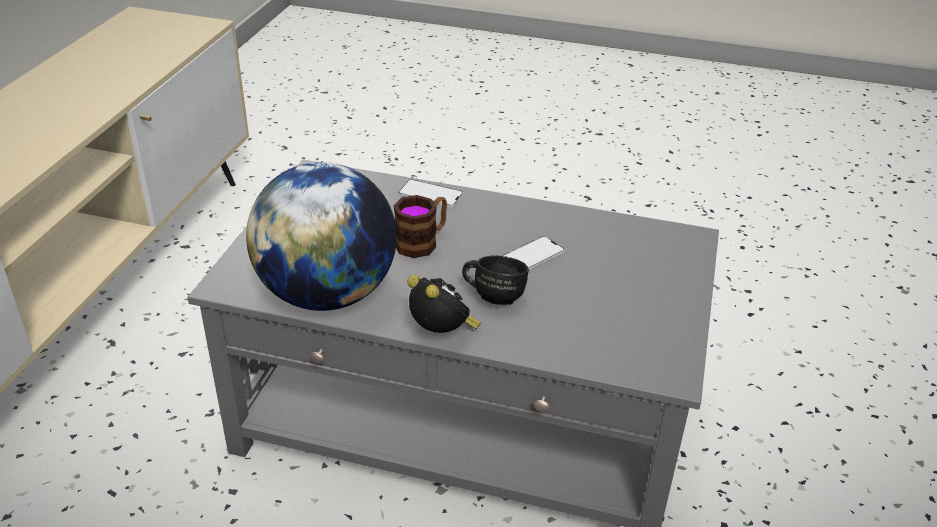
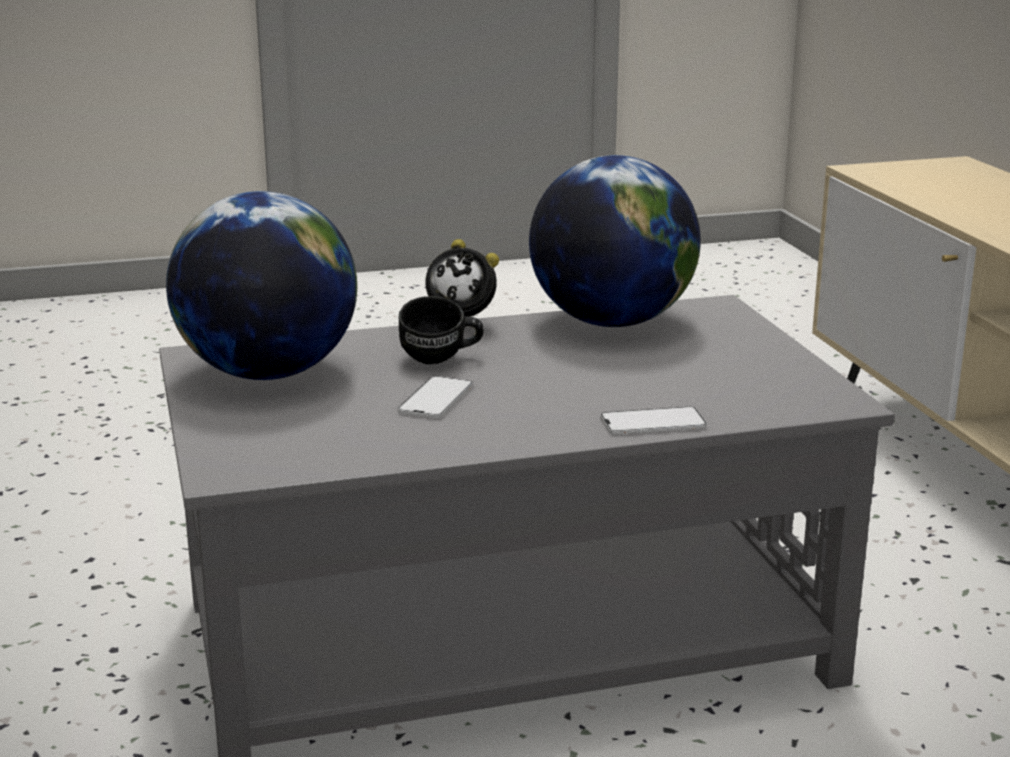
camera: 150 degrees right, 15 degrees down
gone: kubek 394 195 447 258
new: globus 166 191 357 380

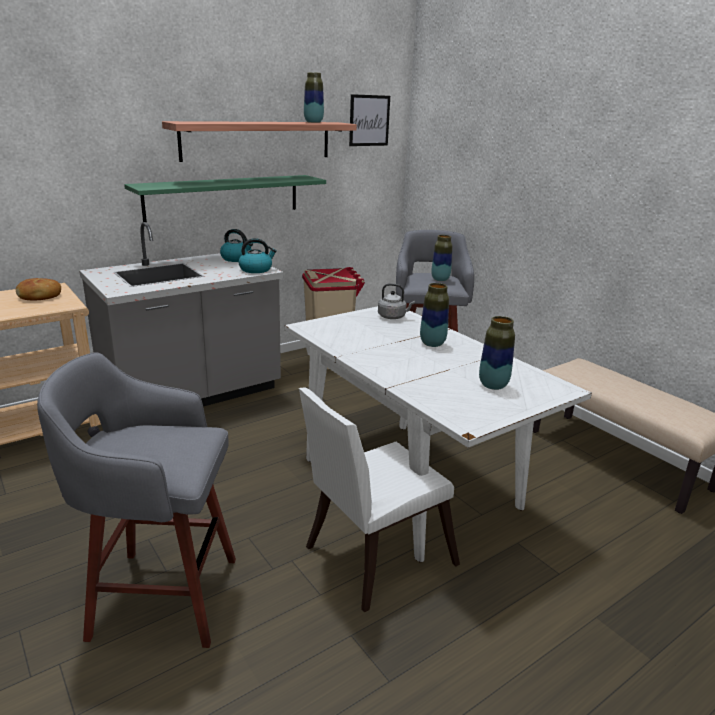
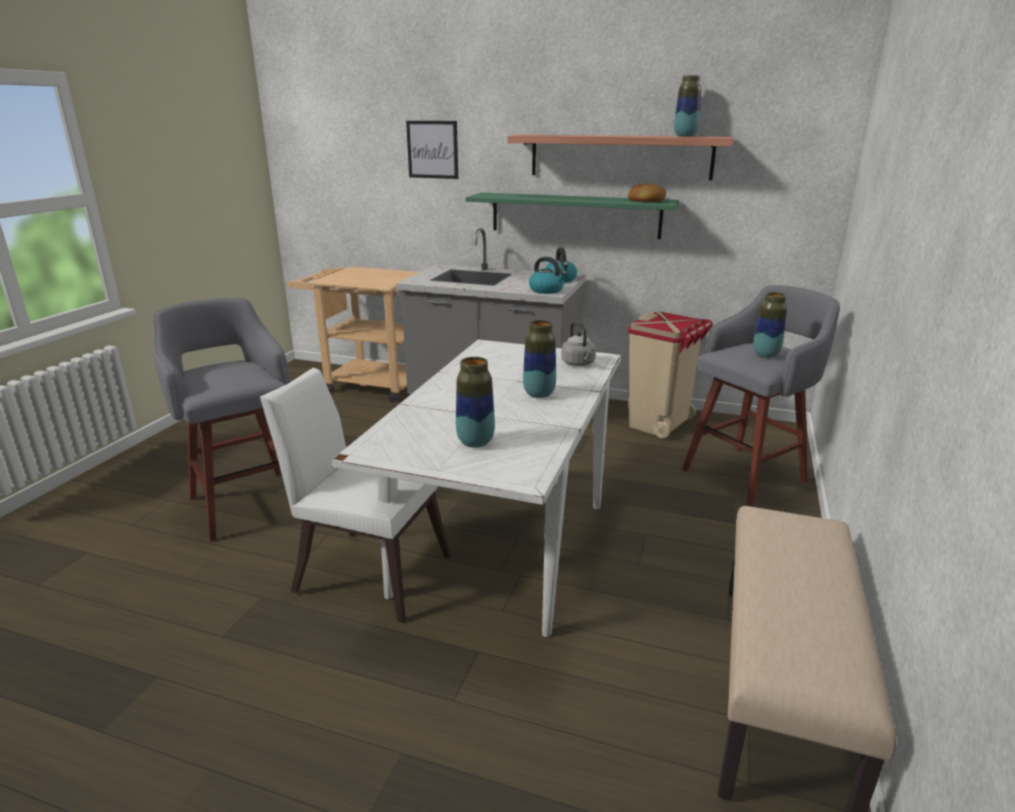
camera: 55 degrees right, 0 degrees up
shifted: chleb 16 278 61 301 to 628 184 667 202; obraz 349 94 390 146 to 406 121 458 179

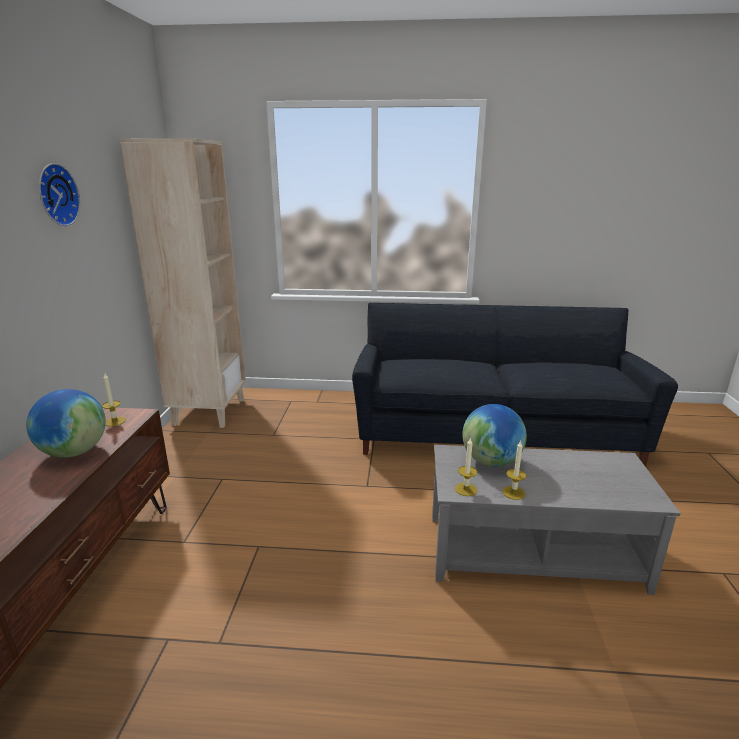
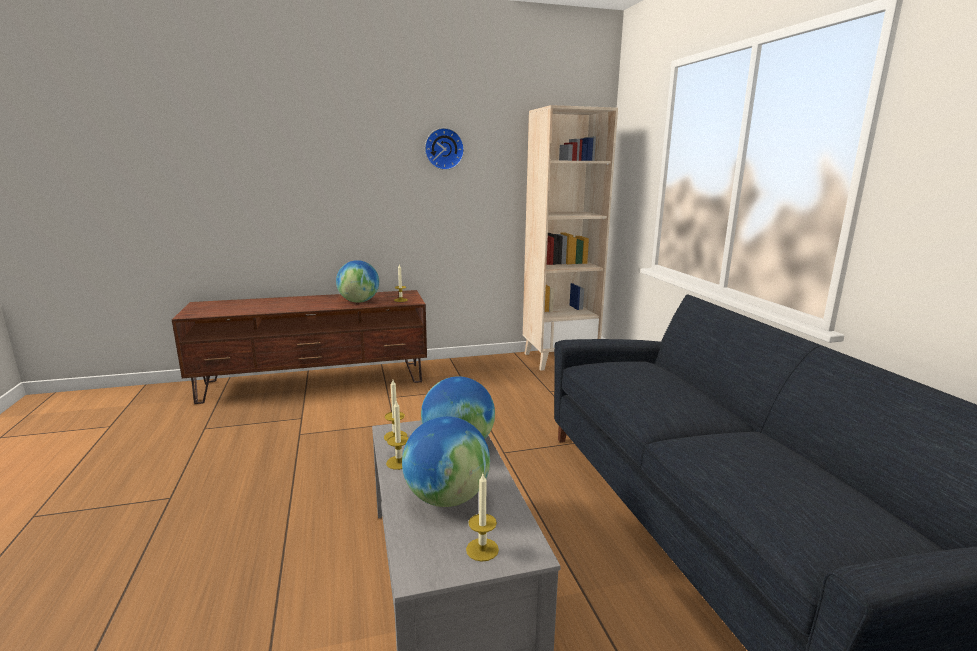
camera: 70 degrees right, 5 degrees down
new: globus 402 416 490 507; świeca 466 474 499 561

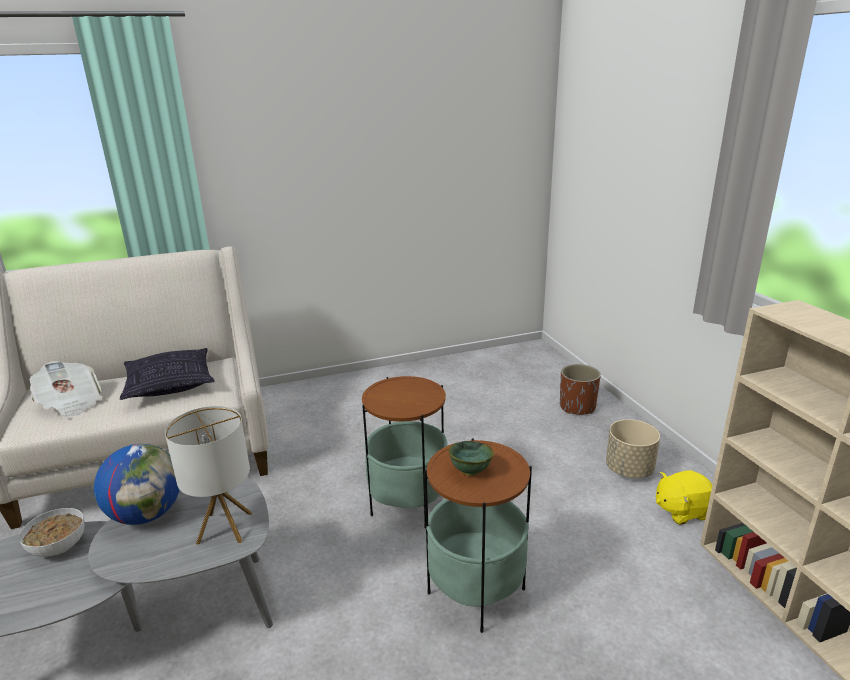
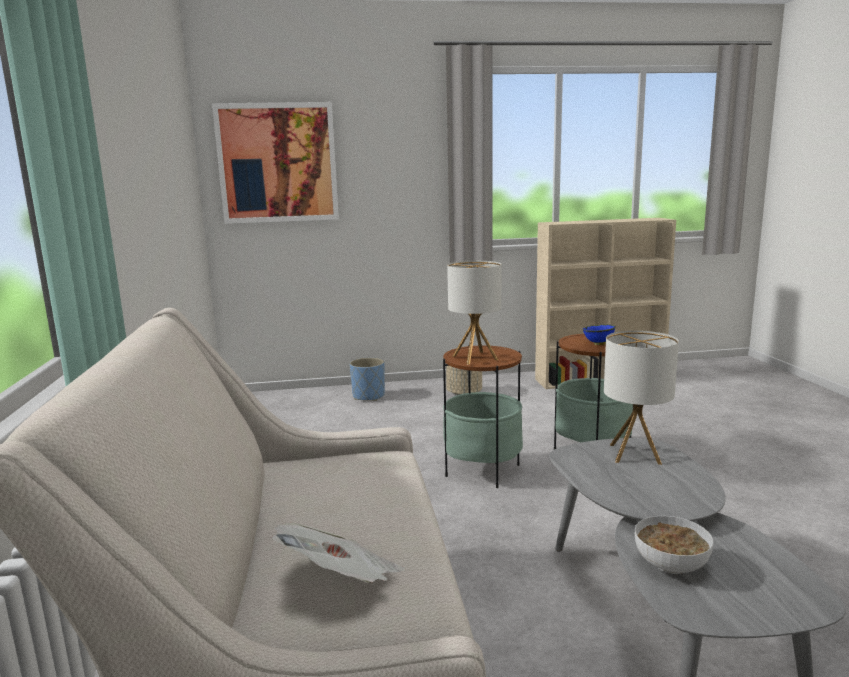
camera: 80 degrees left, 10 degrees down
gone: globus 94 444 180 525; poduszka 120 348 215 400; pluszak (żółty) 656 470 713 525
new: obraz 212 102 339 224; lampa stołowa 447 261 501 365
repainted: miska (zielony) 449 441 494 476 to miska (niebieski) 582 324 616 345; donica (brązowy) 560 364 601 415 to donica (niebieski) 350 358 385 401

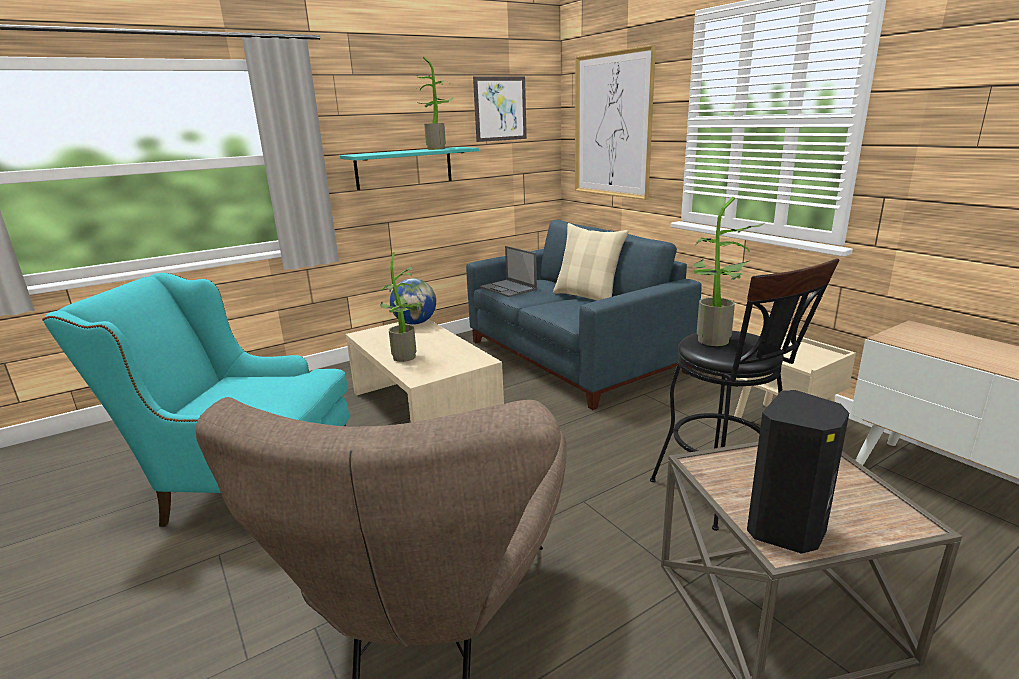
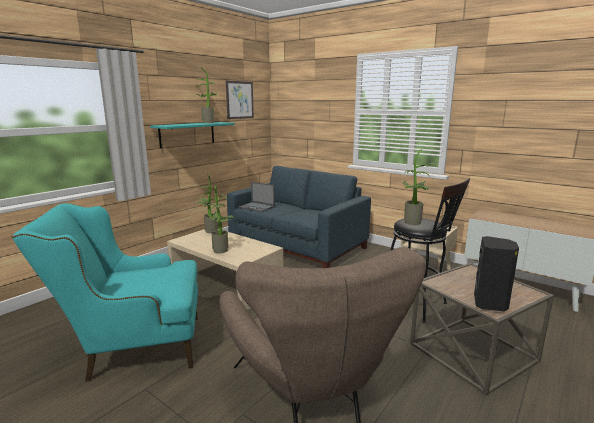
camera: 20 degrees left, 5 degrees down
gone: poduszka (beżowy) 553 223 629 301; obraz 575 45 656 200
swapped: globus 390 278 436 325 to roślina doniczkowa 198 175 218 233

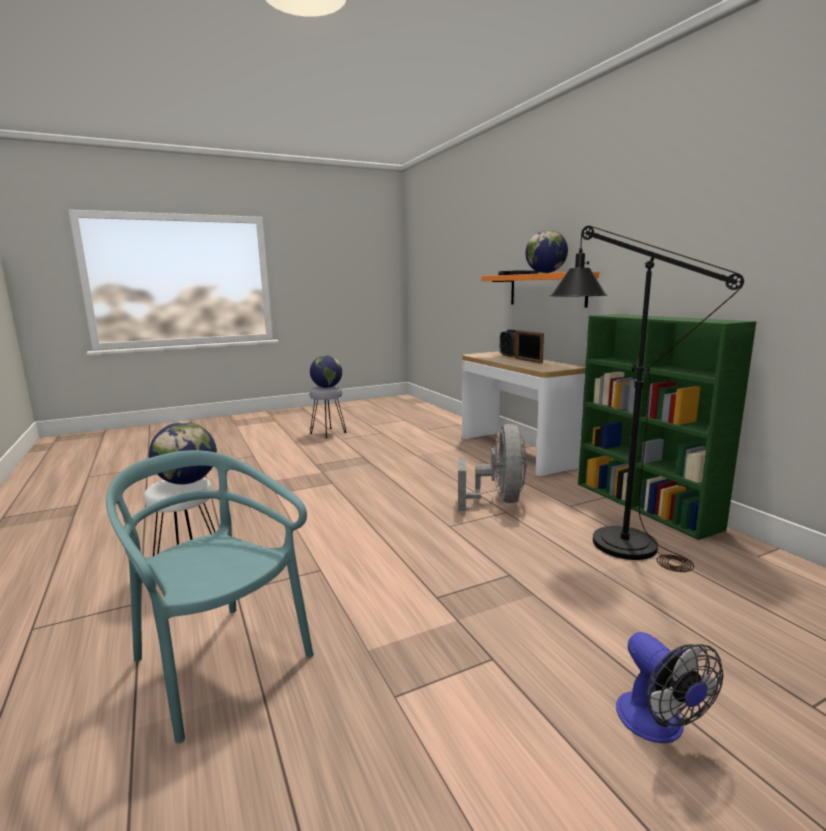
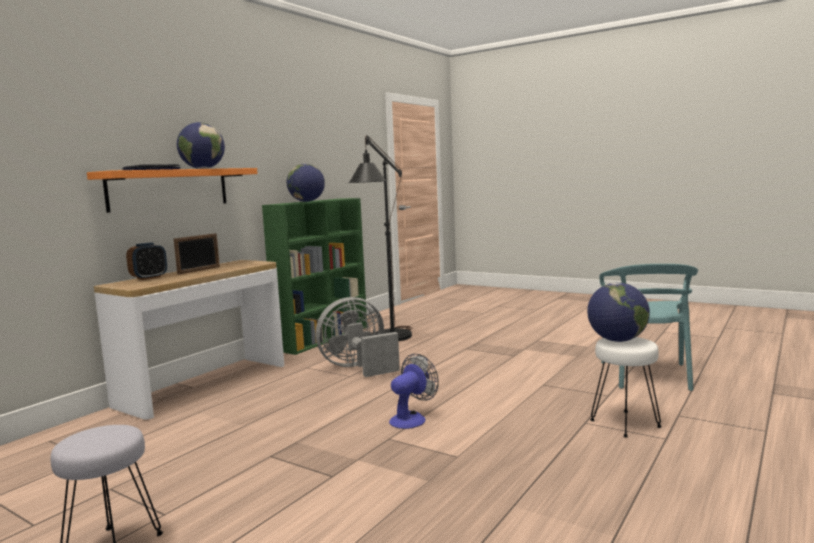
camera: 120 degrees left, 5 degrees down
shifted: globus 310 355 342 388 to 287 163 325 202; wentylator 616 632 723 743 to 389 354 439 429

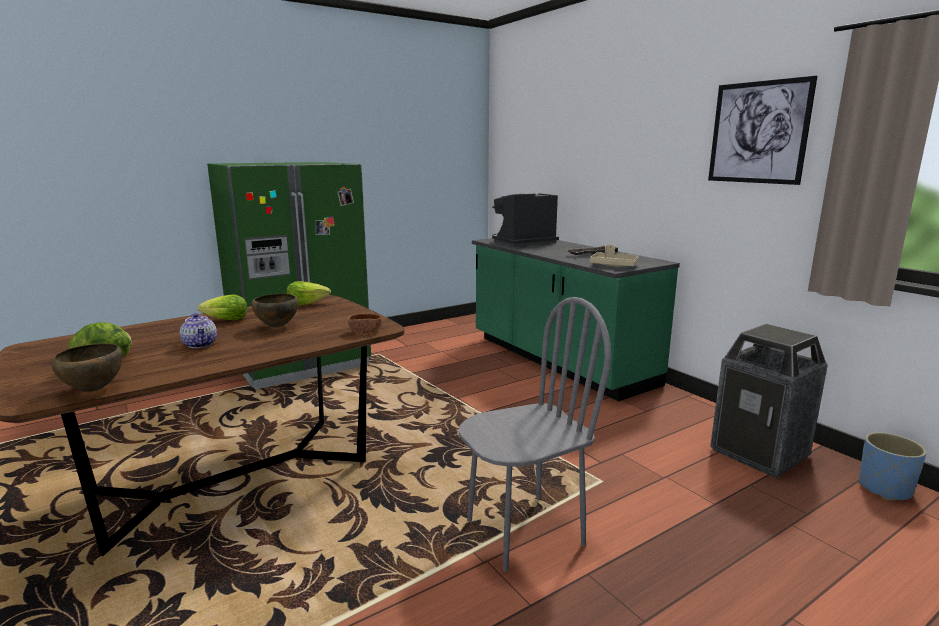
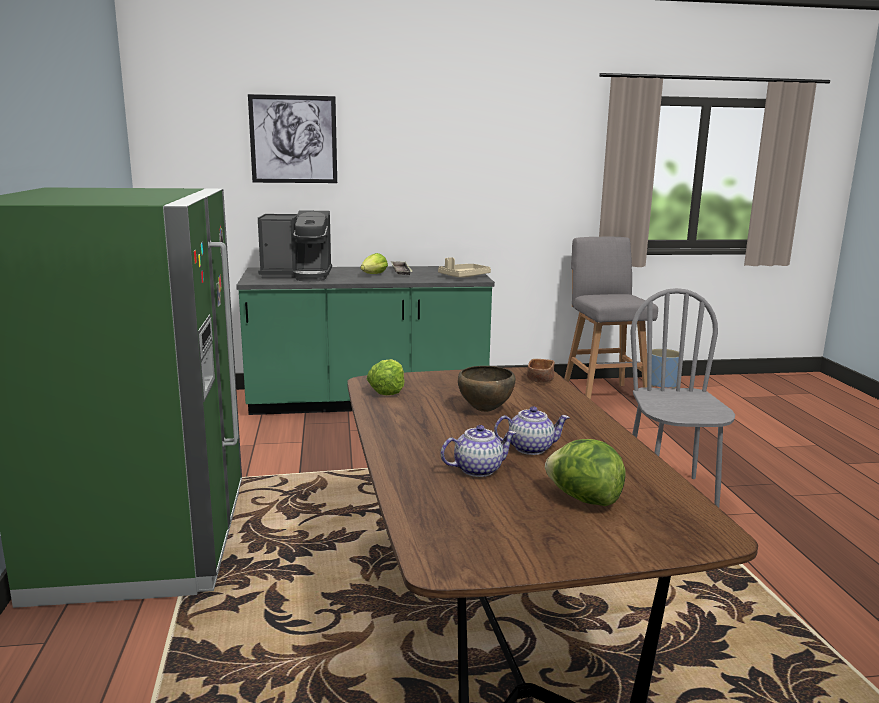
camera: 65 degrees left, 0 degrees up
gone: miska (brązowy) 51 343 123 392
new: imbryk 441 425 516 477
shifted: sałata 198 295 248 320 to 360 253 388 274; obraz 708 76 817 185 to 248 94 337 183
swapped: kosz na śmieci 710 324 828 478 to stołek (szary) 564 237 658 400
rotated: ekspres do kawy 492 193 559 247 = 258 210 332 282 90 degrees counterclockwise

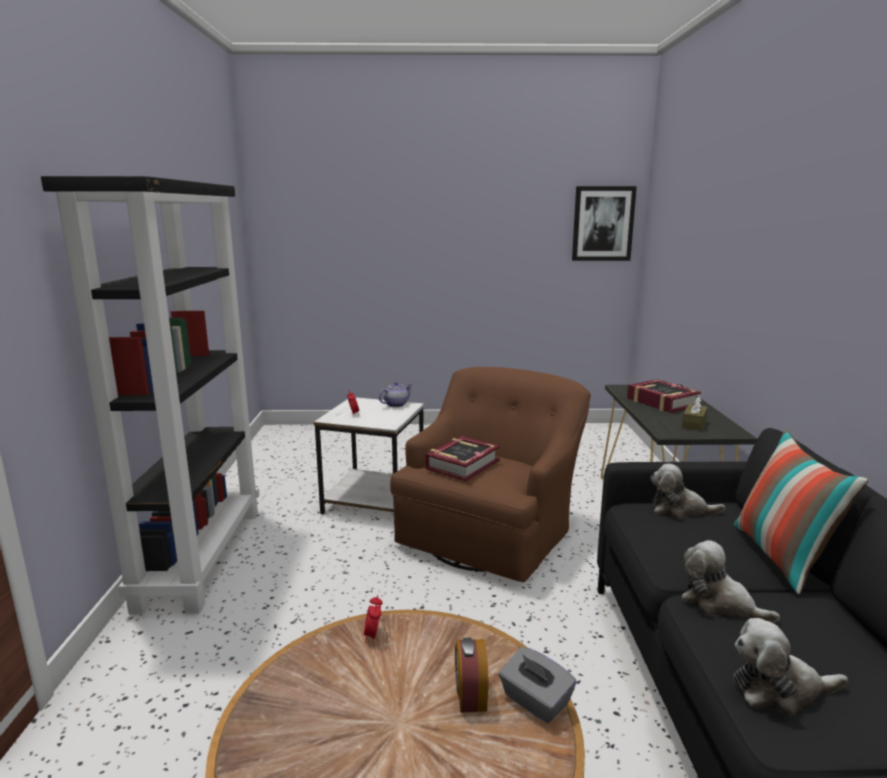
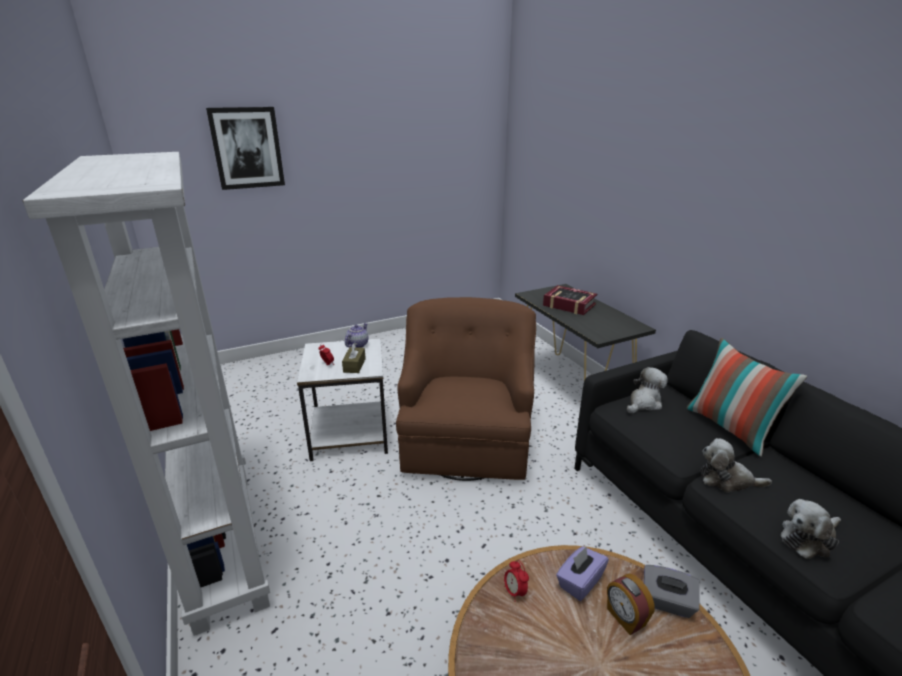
camera: 25 degrees left, 10 degrees up
gone: książka 425 436 500 481
new: pudełko chusteczek (fioletowy) 556 546 609 601
shifted: obraz 572 186 637 261 to 206 107 285 190; pudełko chusteczek (brązowy) 682 396 708 431 to 342 342 366 373
repainted: regał (czarny) 41 176 259 614 to regał (biały) 23 152 270 636
rotated: pluszak 651 464 725 519 = 627 367 668 413 150 degrees clockwise

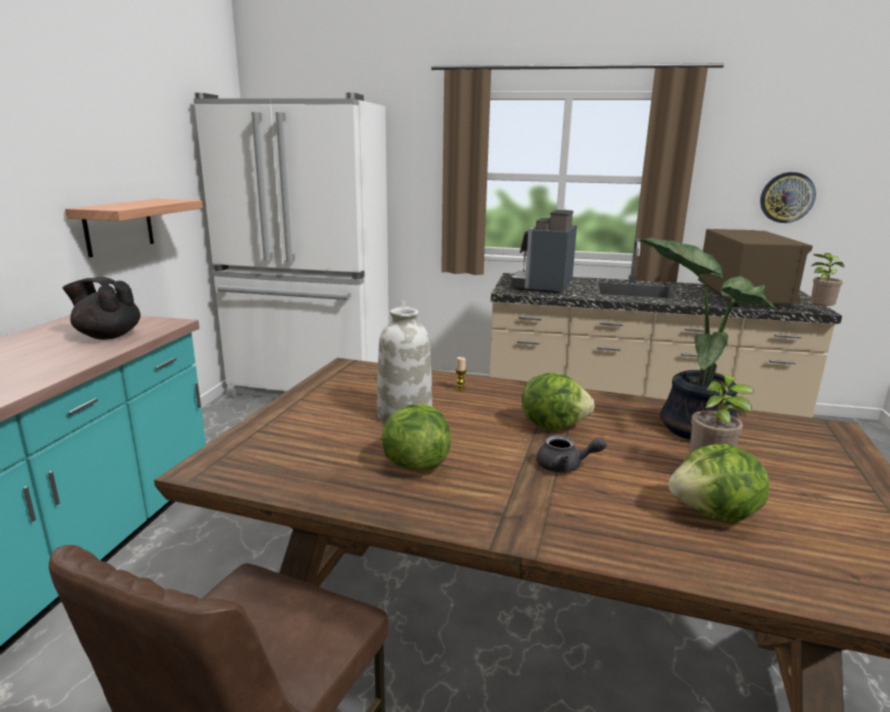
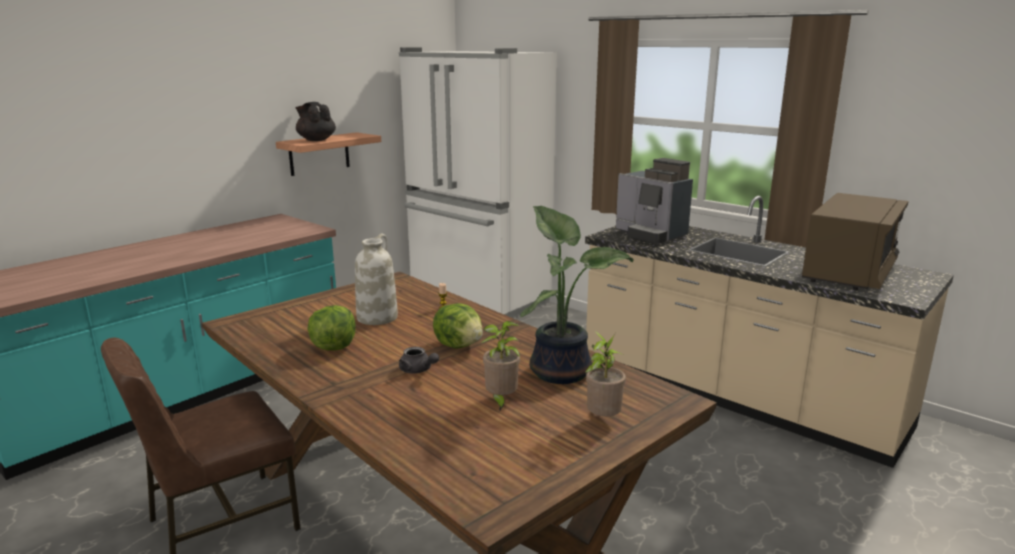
camera: 30 degrees right, 0 degrees up
gone: sałata 669 444 770 523; zegar ścienny 760 172 816 223
shifted: imbryk (czarny) 63 277 140 340 to 295 102 336 141; roślina doniczkowa 806 253 844 307 to 585 331 626 417
rotated: ekspres do kawy 511 210 577 293 = 616 158 693 245 90 degrees counterclockwise

